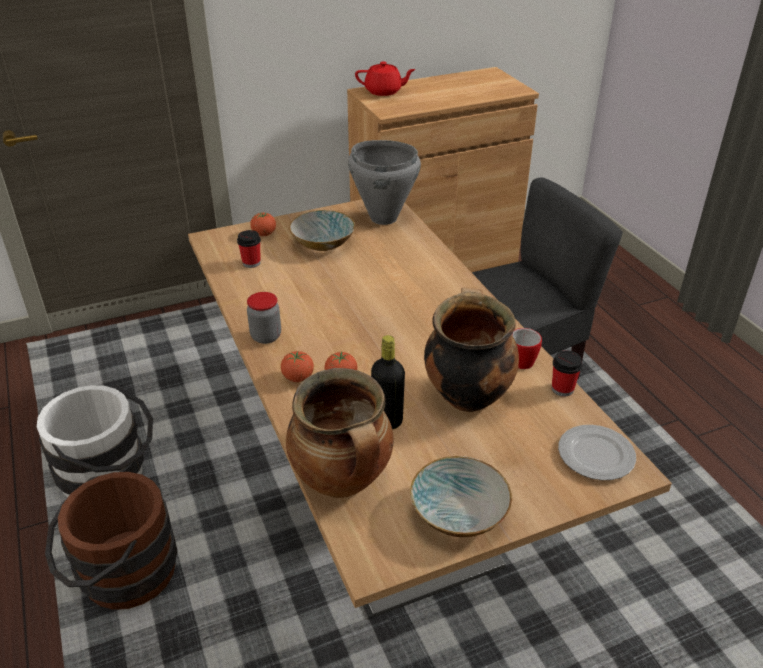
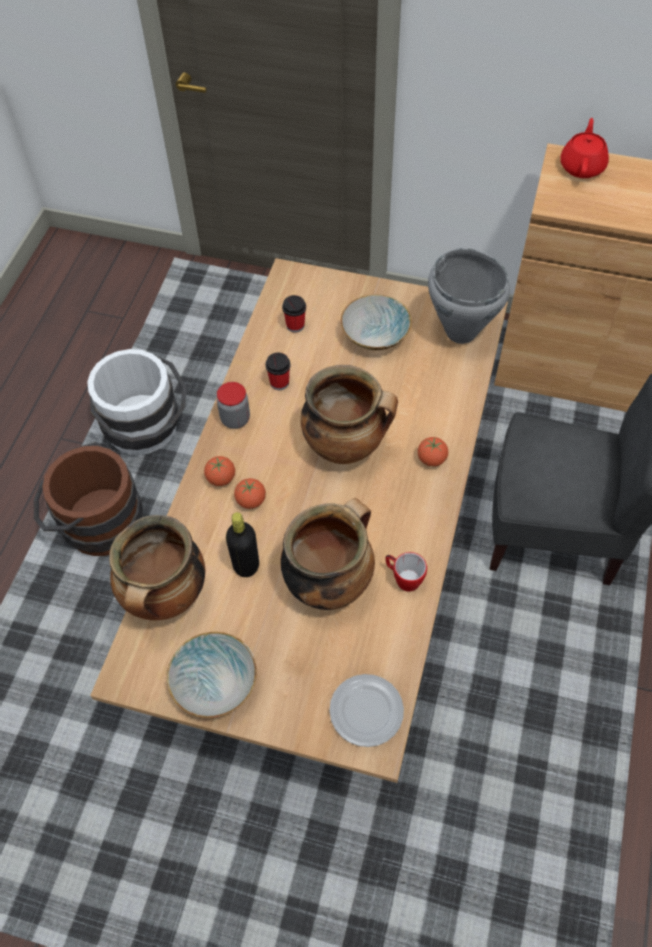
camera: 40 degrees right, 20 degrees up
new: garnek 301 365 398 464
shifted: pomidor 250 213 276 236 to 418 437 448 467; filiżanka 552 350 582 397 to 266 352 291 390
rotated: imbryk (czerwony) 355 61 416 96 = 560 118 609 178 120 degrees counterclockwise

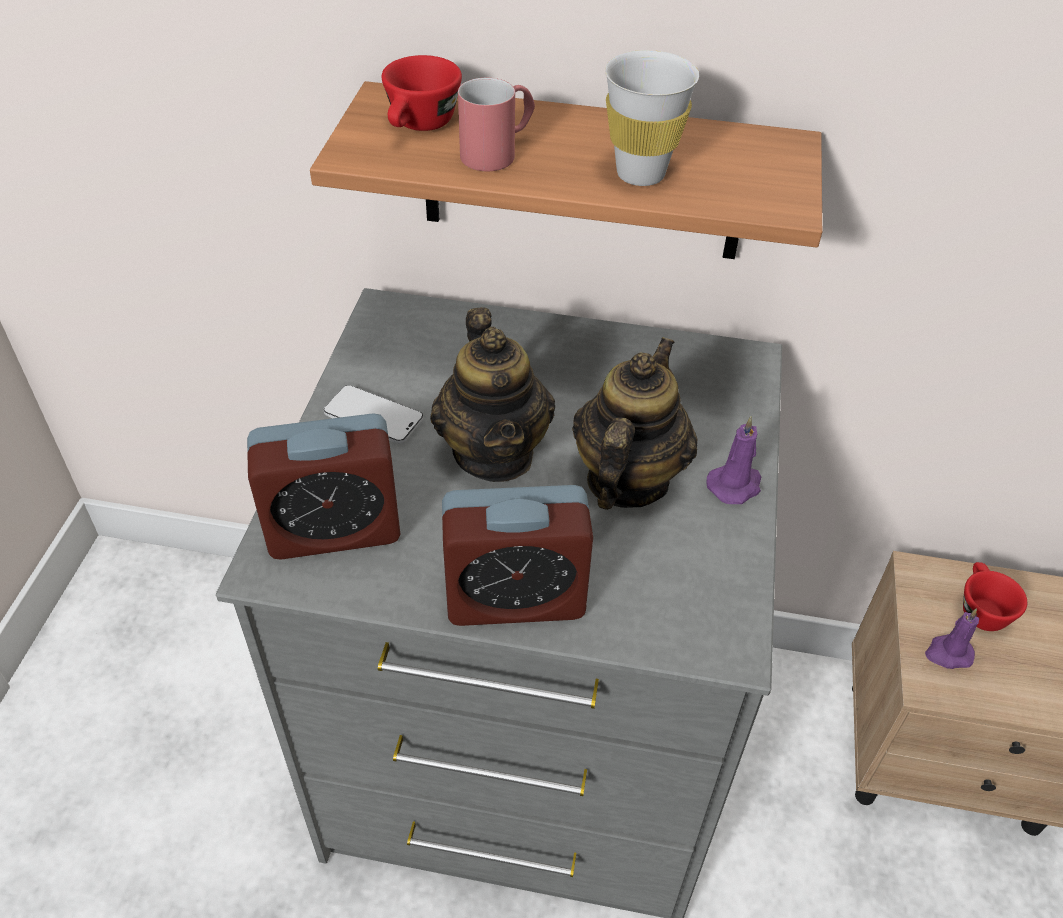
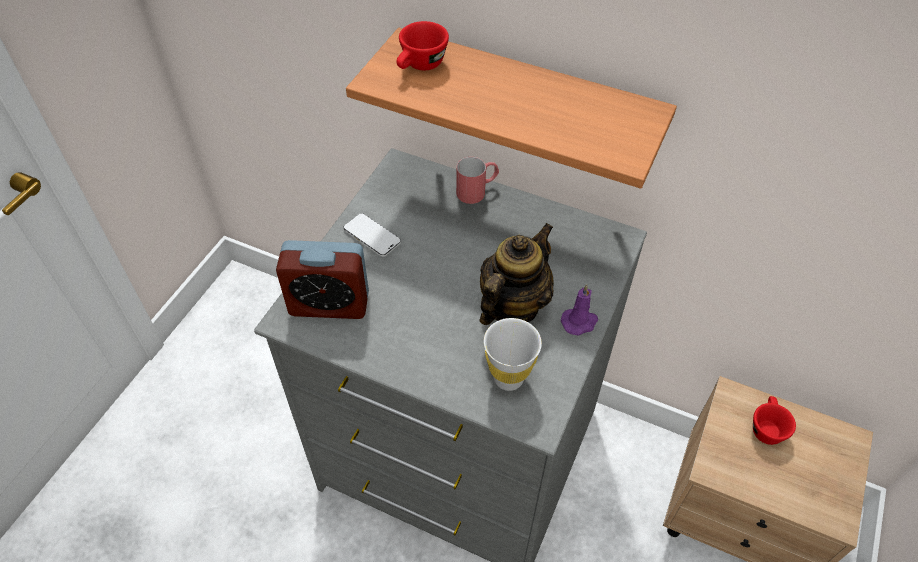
camera: 15 degrees right, 5 degrees up
gone: imbryk 430 307 555 482; budzik 442 485 593 626; świeca (fioletowy) 925 608 979 669
shifted: kubek (czerwony) 458 78 535 171 to 456 157 499 204; filiżanka (biały) 605 50 699 186 to 484 318 542 391

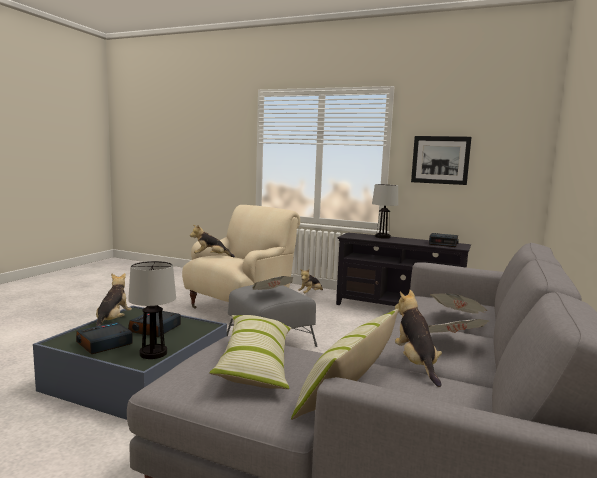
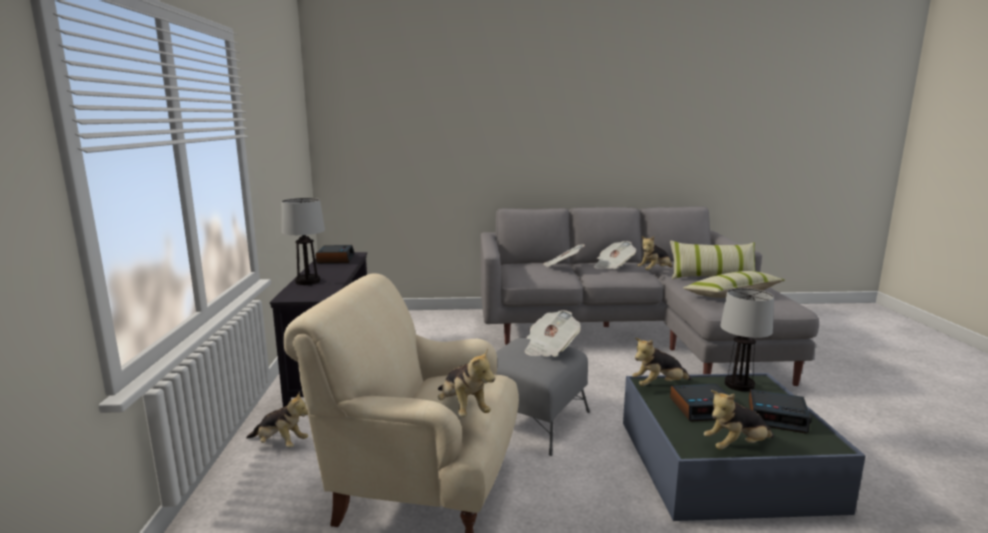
camera: 115 degrees left, 5 degrees up
gone: obraz 411 136 471 185
new: pluszak 632 338 691 386

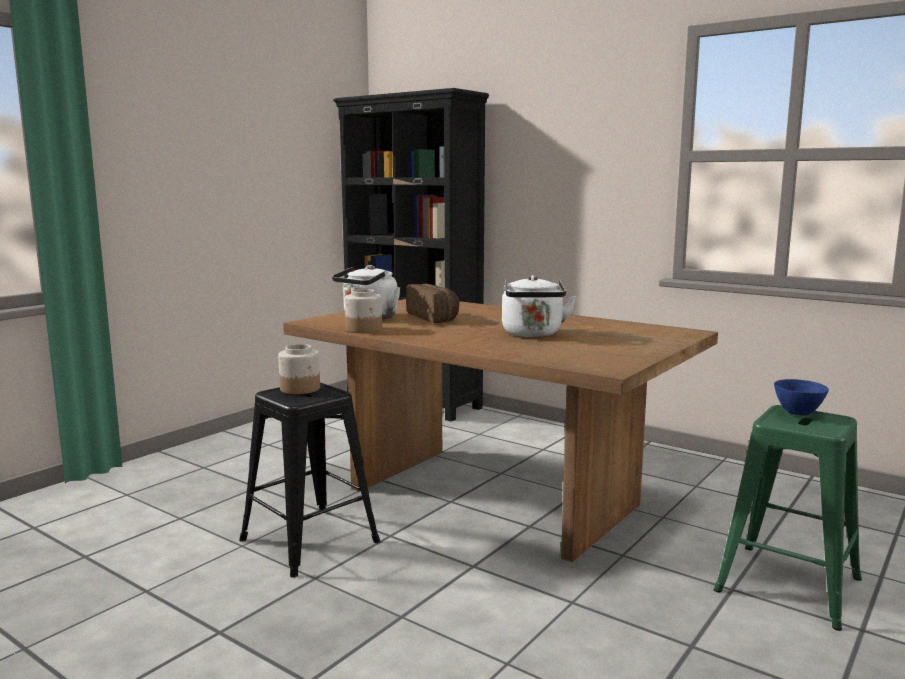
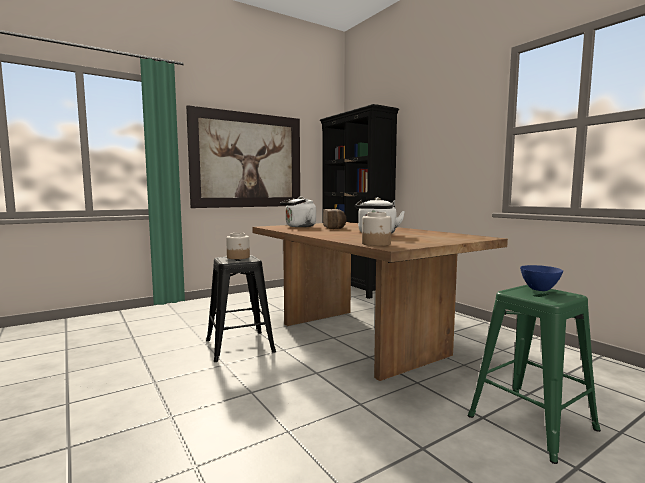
camera: 20 degrees right, 5 degrees down
new: obraz 186 105 300 208
shifted: słoik 345 289 382 333 to 362 212 392 246

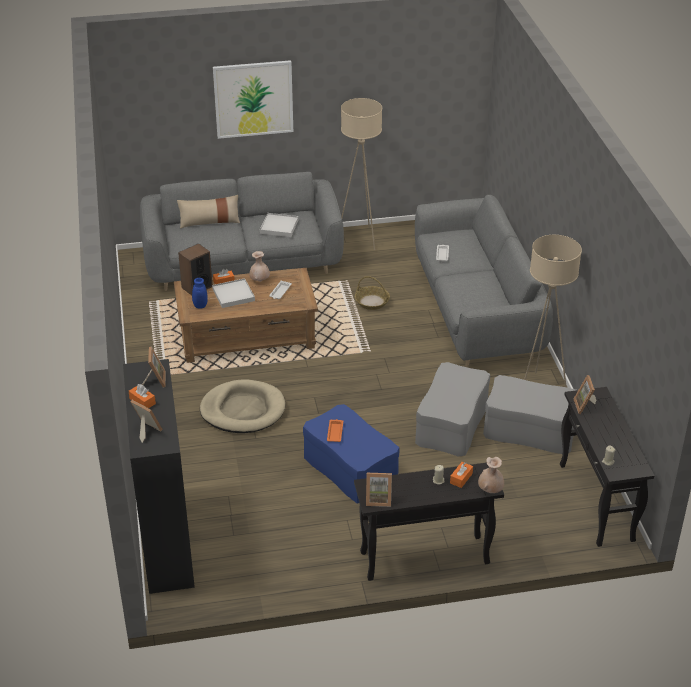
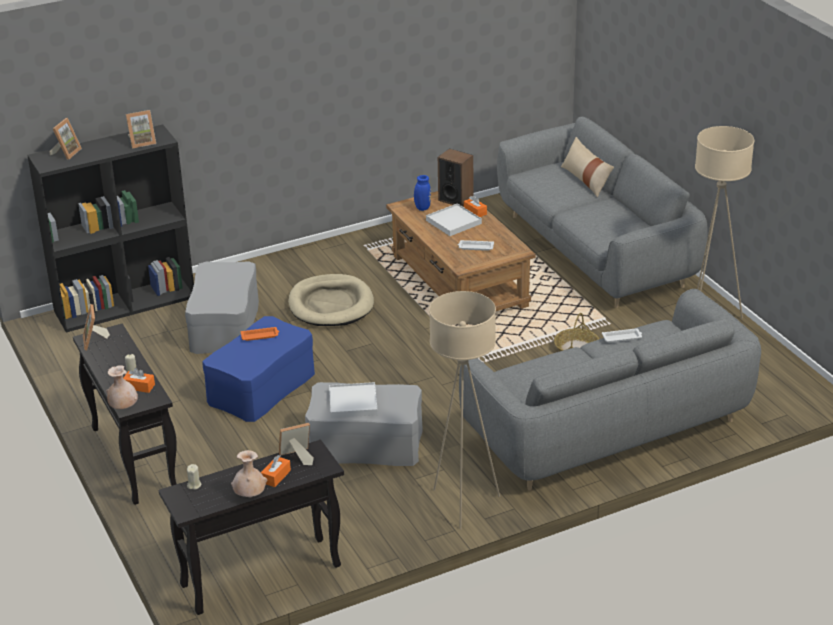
camera: 75 degrees right, 5 degrees down
gone: obraz 213 60 293 139
shifted: pudełko chusteczek (pomarańczowy) 129 384 156 408 to 261 455 291 487; wazon (beżowy) 249 251 270 282 to 231 450 267 497; taca (biały) 260 213 298 237 to 329 382 378 418; pufa (szary) 483 375 576 454 to 185 261 259 354

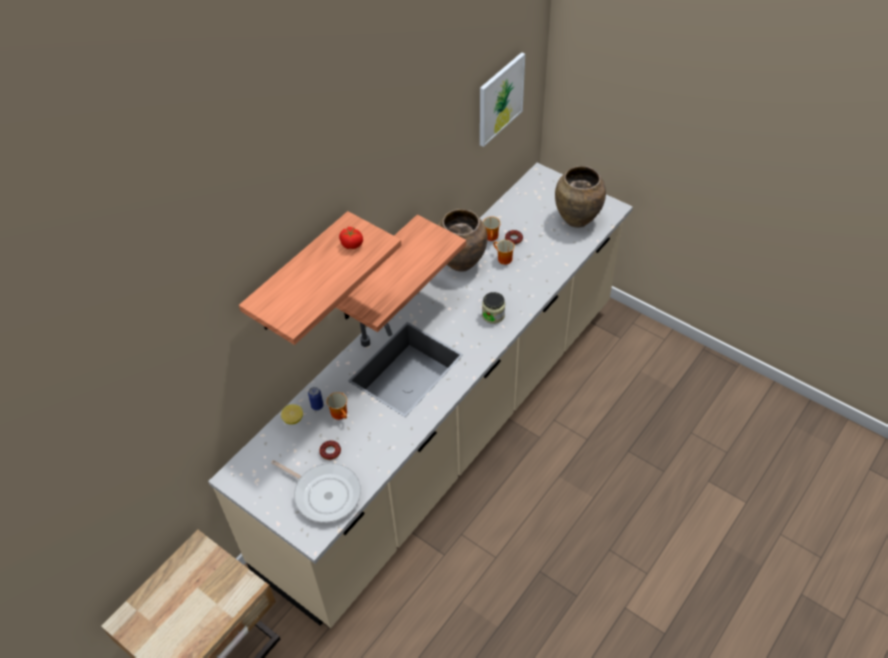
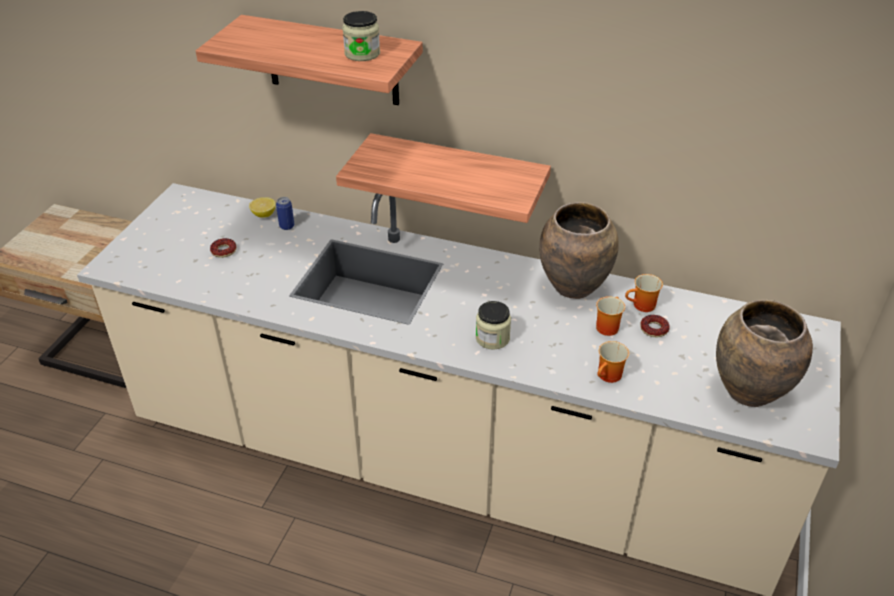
camera: 70 degrees right, 10 degrees down
gone: patelnia 271 460 361 523; obraz 480 52 525 147
shifted: kubek 326 392 347 420 to 597 341 629 383
swapped: pomidor 339 227 363 249 to słoik 342 11 380 61

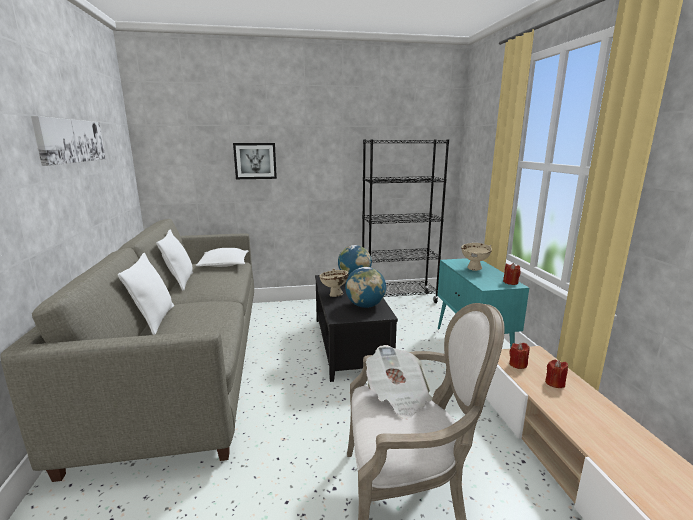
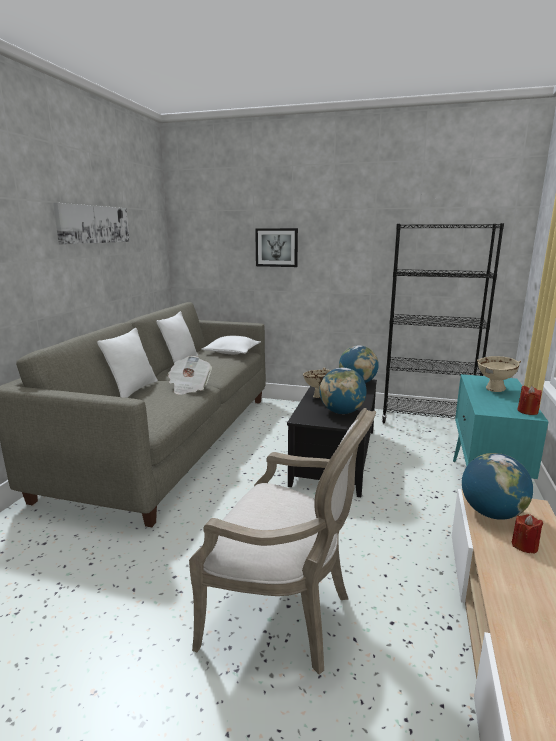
camera: 25 degrees right, 0 degrees up
shifted: gazeta 366 345 432 419 to 168 356 212 394
swapped: świeca (czerwony) 509 343 530 369 to globus 462 453 533 520

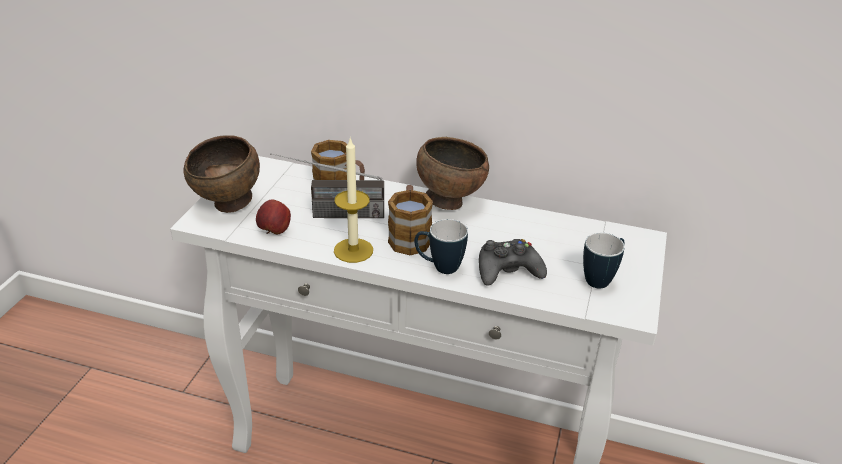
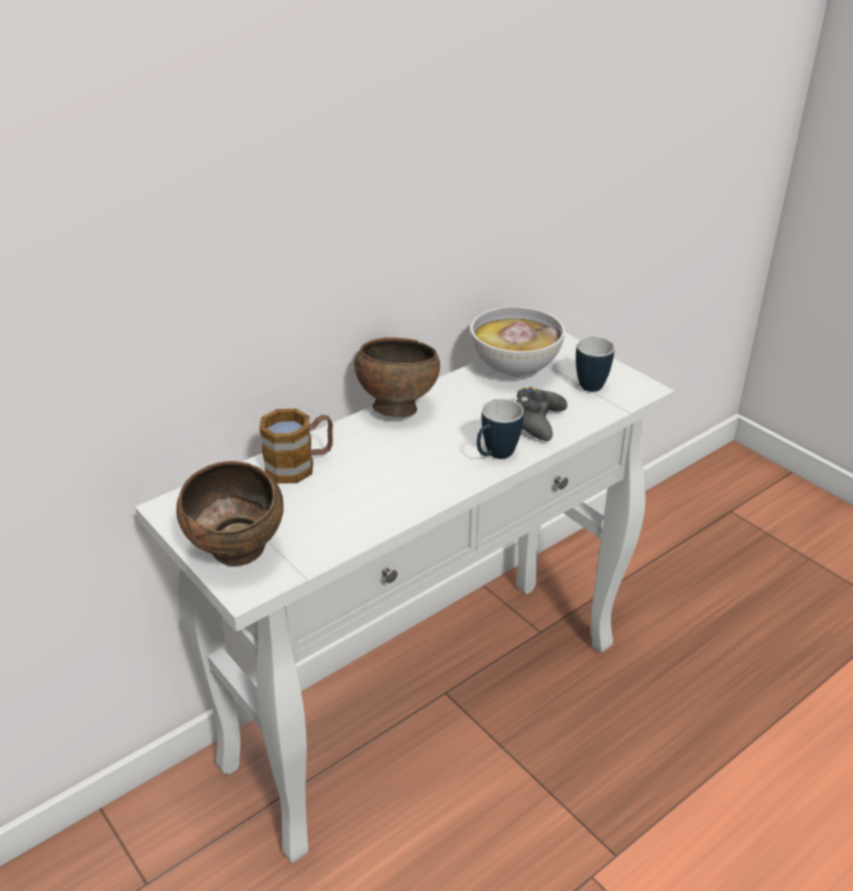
camera: 55 degrees left, 0 degrees up
gone: jabłko 256 199 291 234; radio 270 153 384 218; świeca 334 137 373 263; kubek 388 185 433 255
new: miska 471 307 565 376

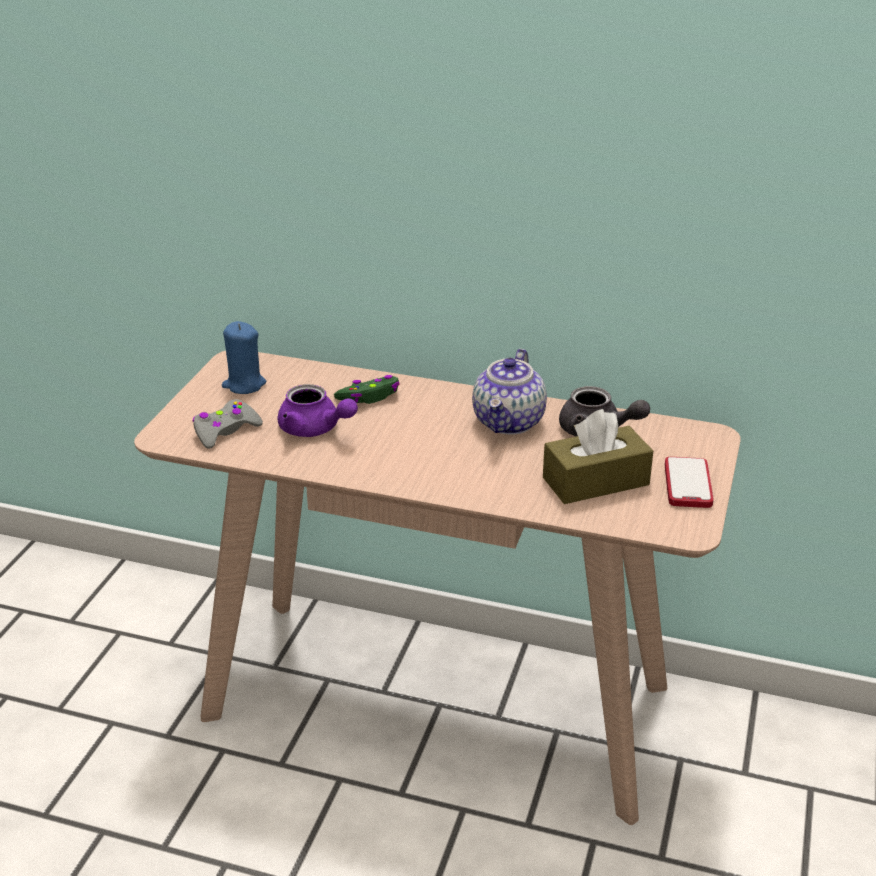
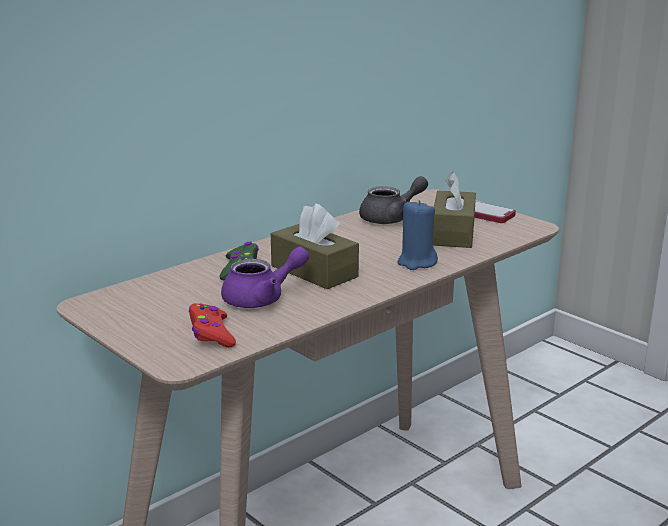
camera: 60 degrees left, 10 degrees down
gone: imbryk 472 349 547 435
new: pudełko chusteczek (brązowy) 271 203 359 289
shifted: świeca (niebieski) 222 321 266 394 to 398 200 438 270
repainted: pad do gier (szary) 192 399 263 449 to pad do gier (czerwony) 189 303 236 348

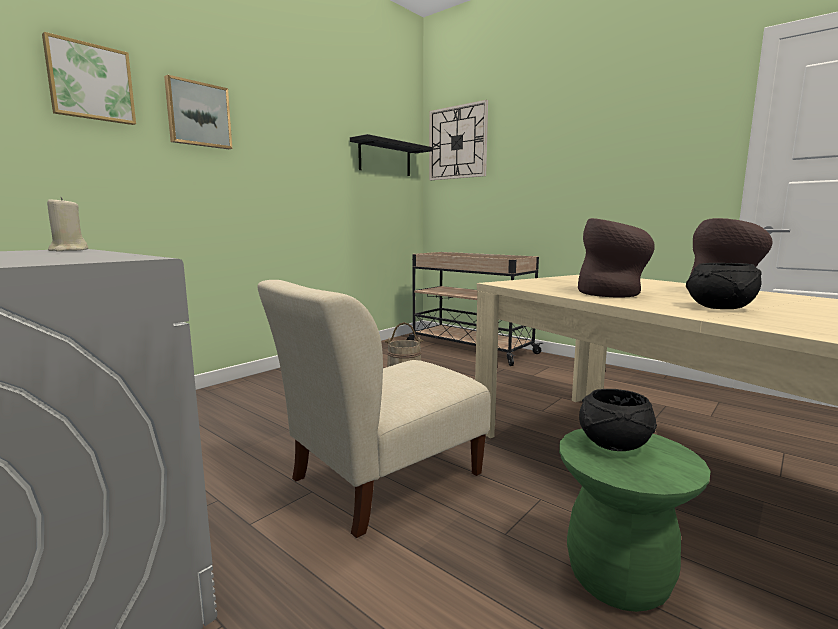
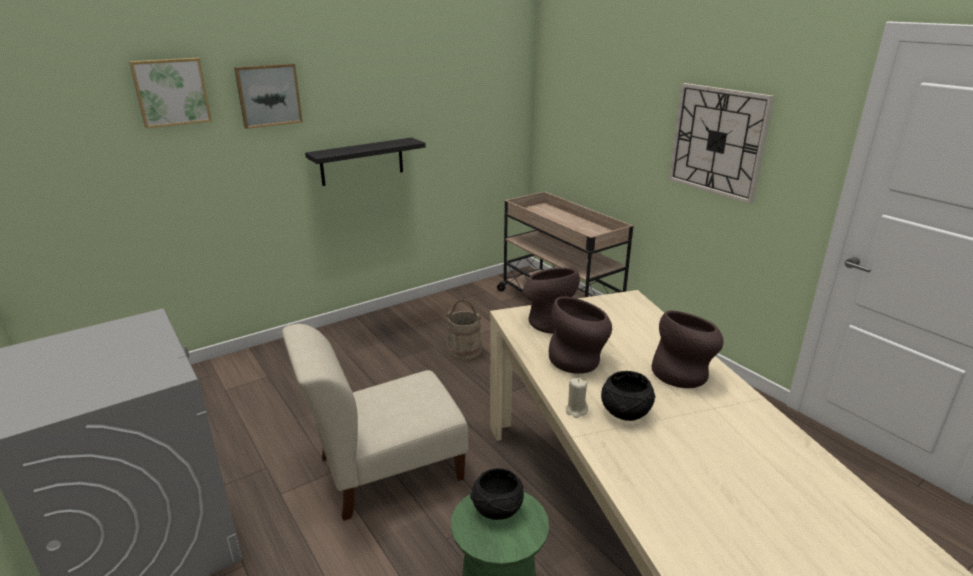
camera: 15 degrees right, 15 degrees up
new: wazon (brązowy) 523 268 580 334
shifted: świeca (beżowy) 47 197 88 252 to 566 378 588 418; półka (czarny) 350 134 433 176 to 305 138 426 186; zegar ścienny 429 100 488 180 to 669 83 774 204

